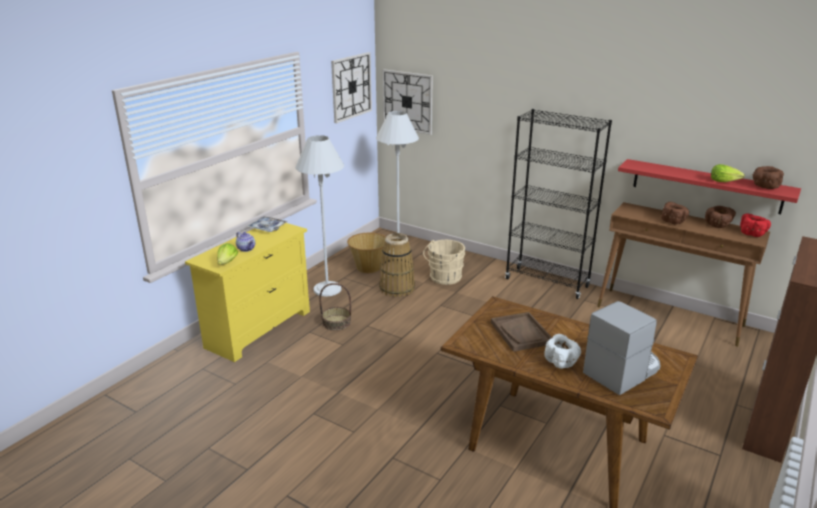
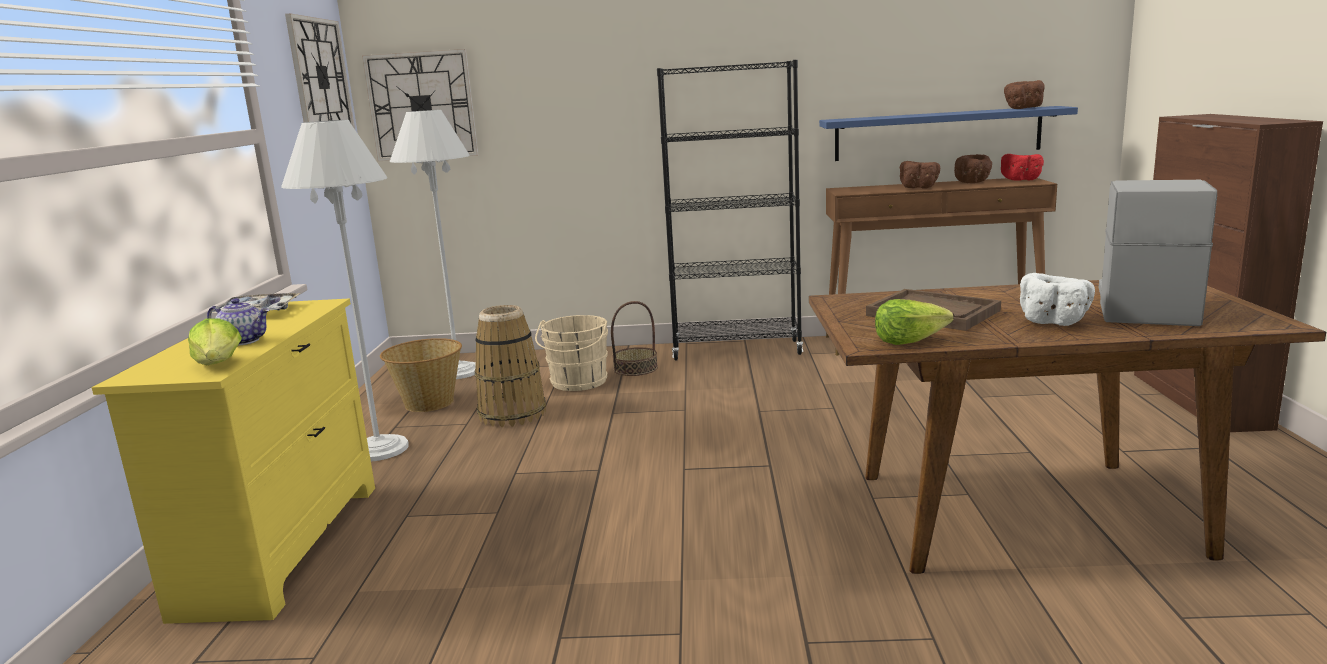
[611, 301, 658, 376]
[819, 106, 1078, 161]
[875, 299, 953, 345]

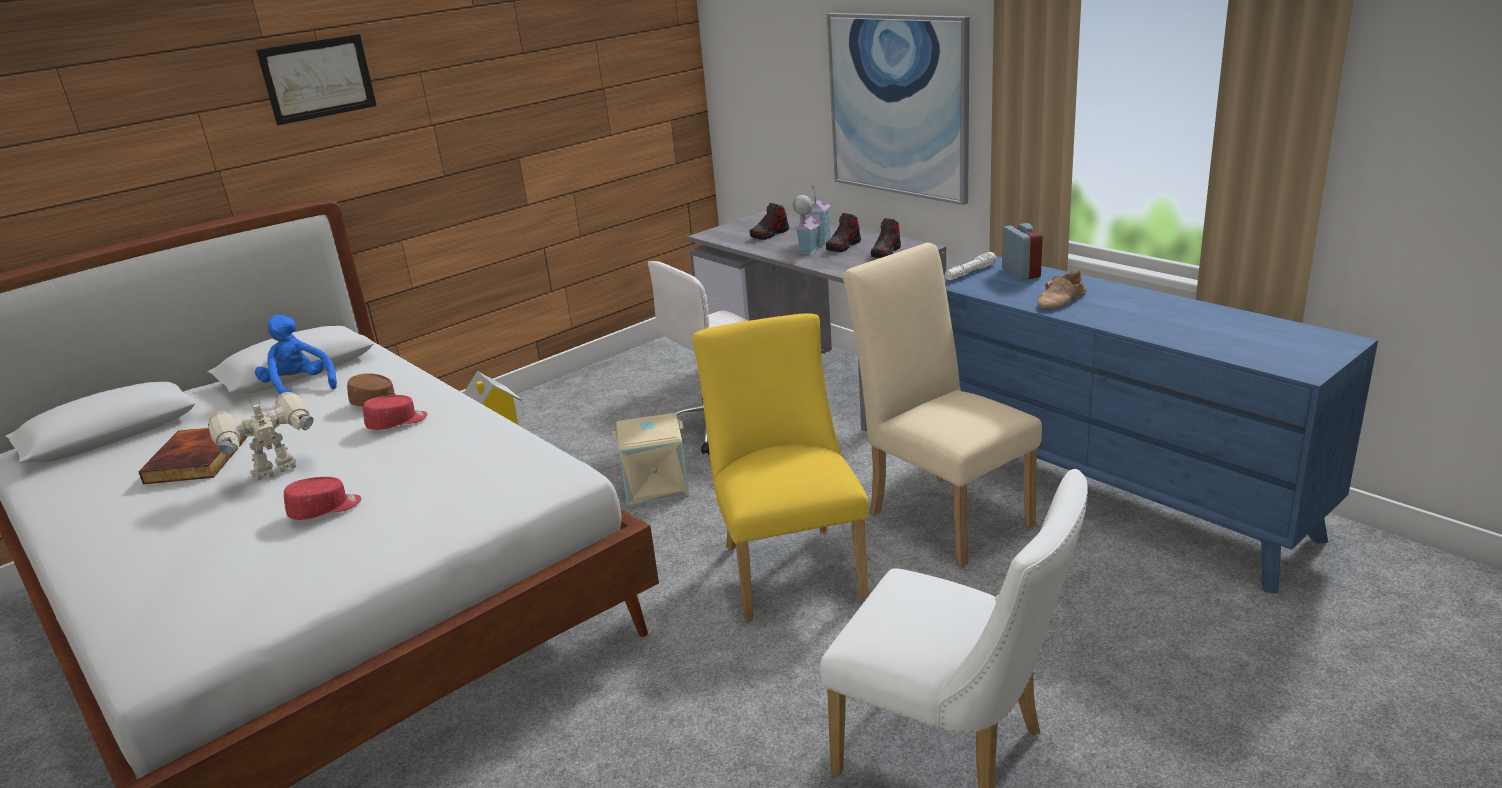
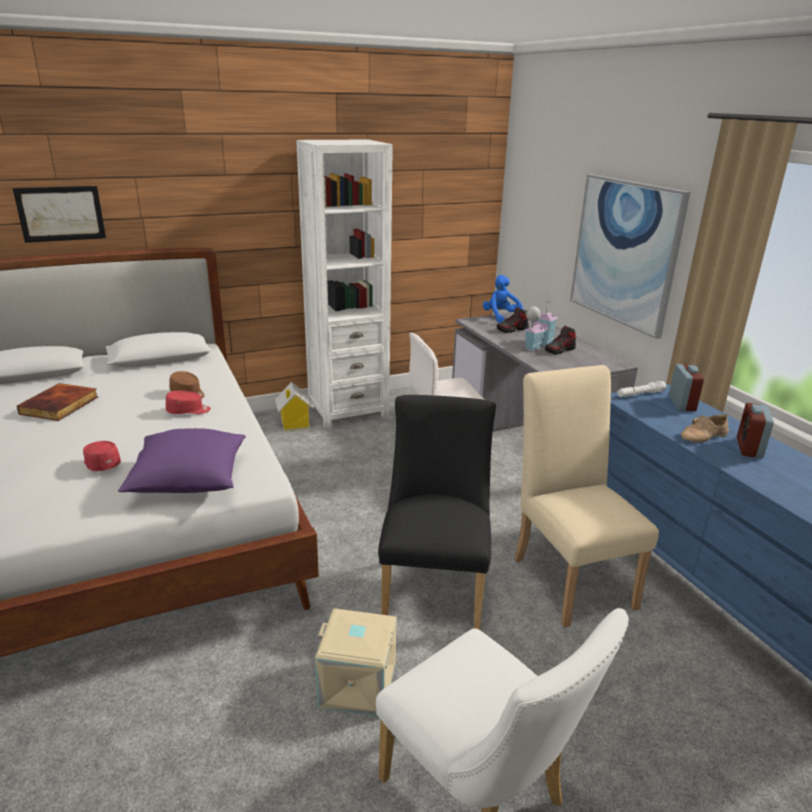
[208, 392, 313, 480] (first image)
[483, 275, 524, 323]
[13, 186, 106, 243]
[83, 441, 121, 471]
[315, 608, 397, 717]
[378, 395, 496, 630]
[871, 218, 901, 258] (first image)
[118, 428, 246, 493]
[296, 140, 393, 428]
[737, 403, 774, 458]

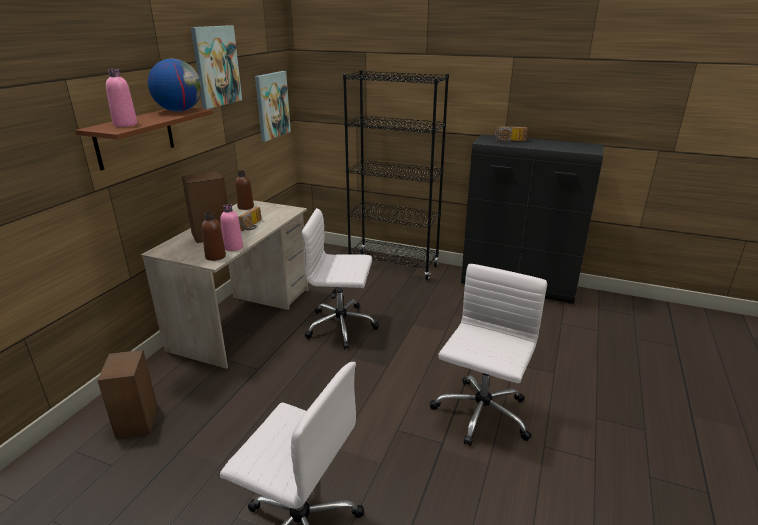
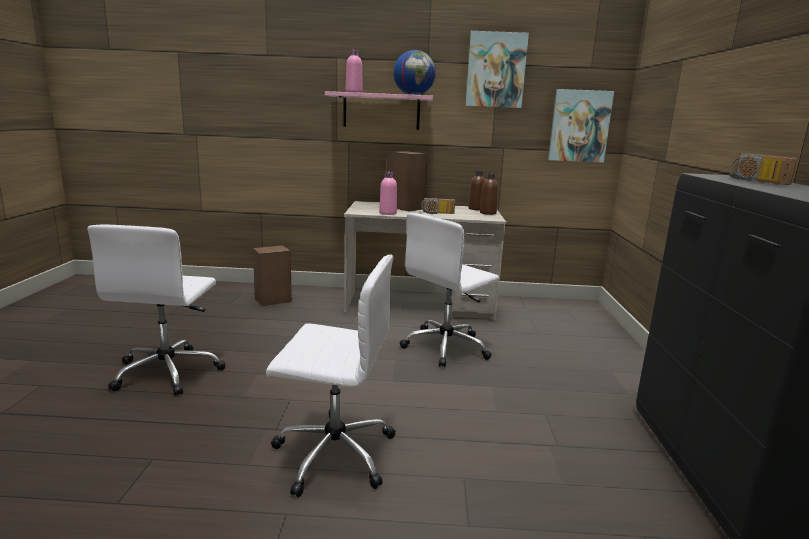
[325, 91, 433, 130]
[480, 174, 498, 215]
[399, 213, 499, 367]
[343, 70, 449, 280] (first image)

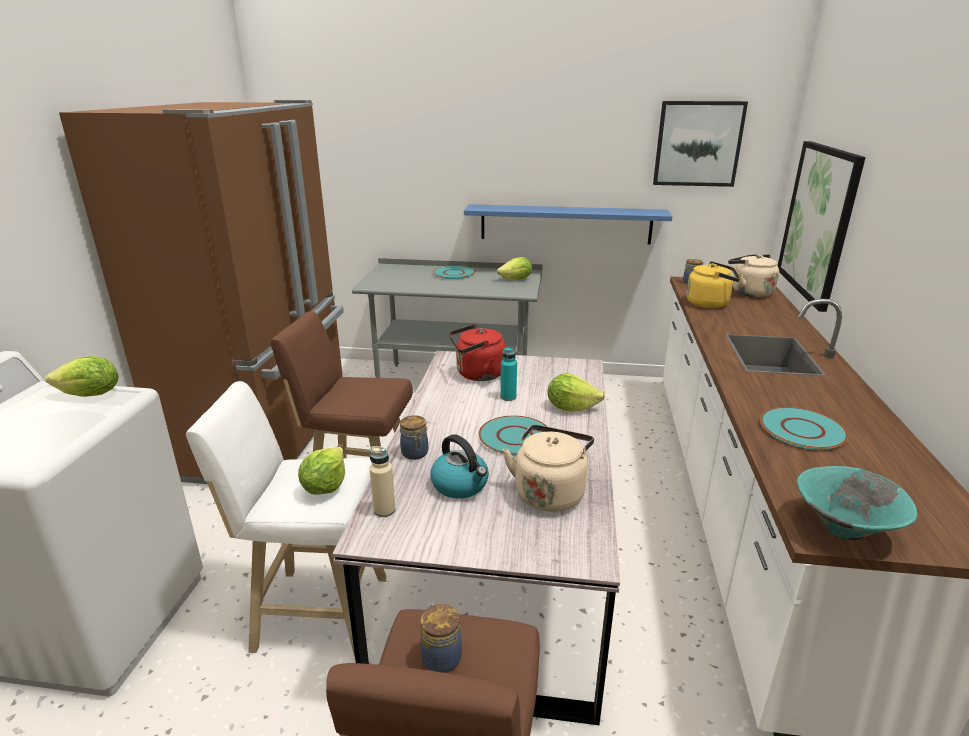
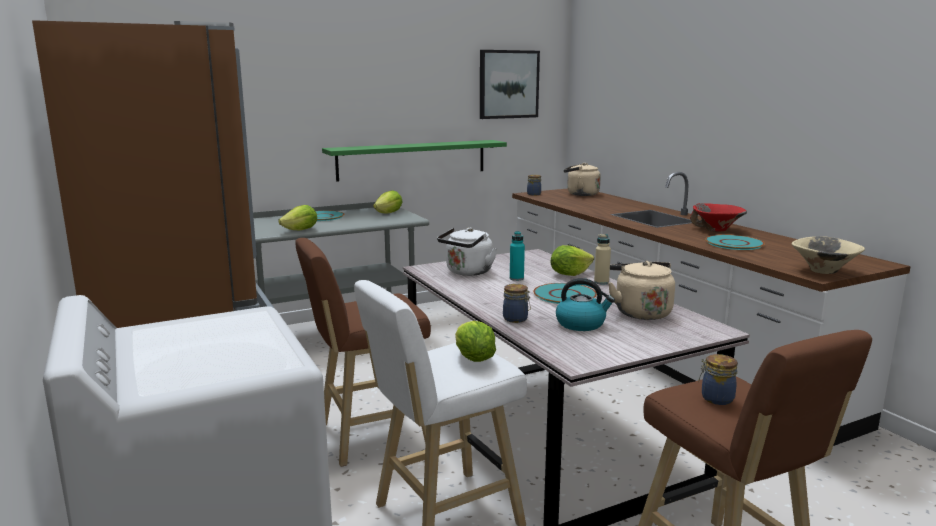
[278, 205, 317, 230]
[594, 234, 611, 285]
[437, 227, 497, 276]
[322, 140, 507, 182]
[686, 261, 740, 308] (first image)
[778, 141, 866, 312] (first image)
[792, 236, 865, 274]
[690, 203, 747, 232]

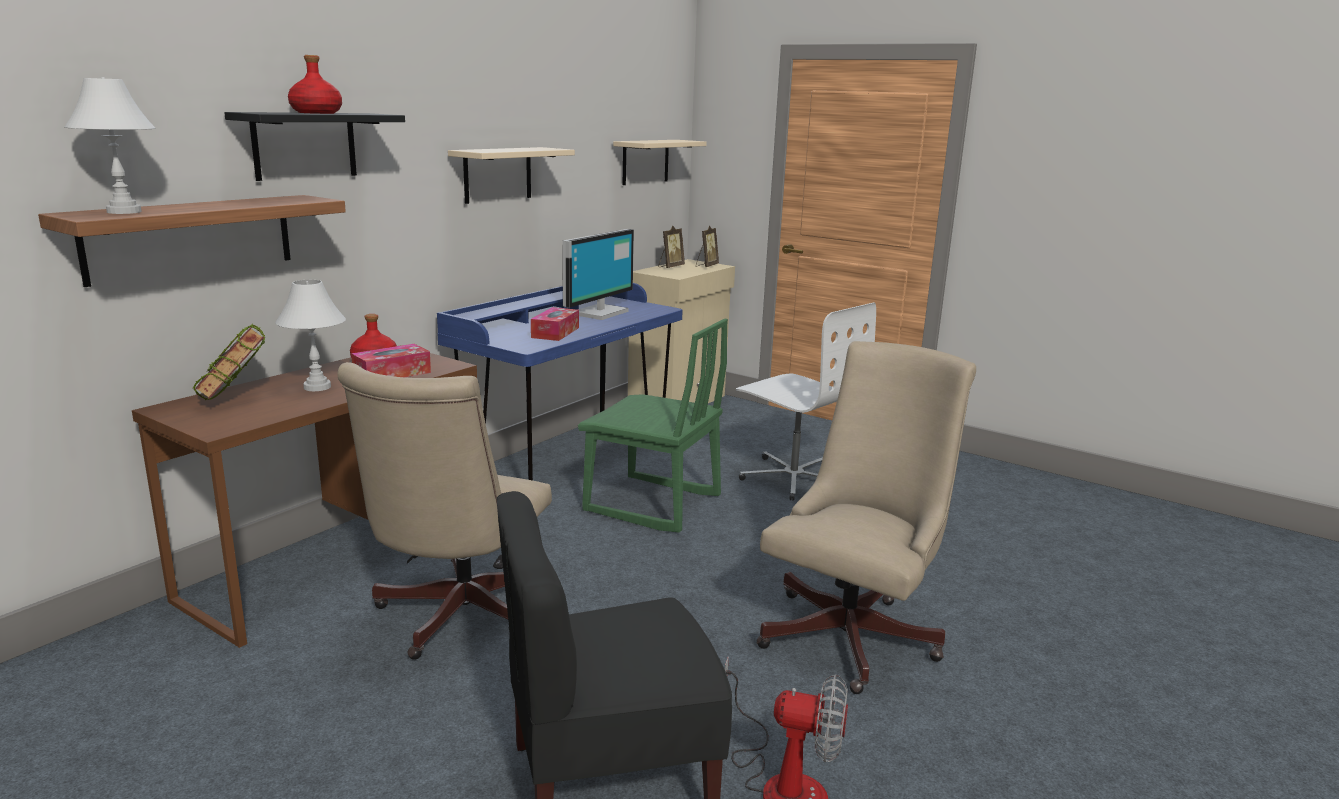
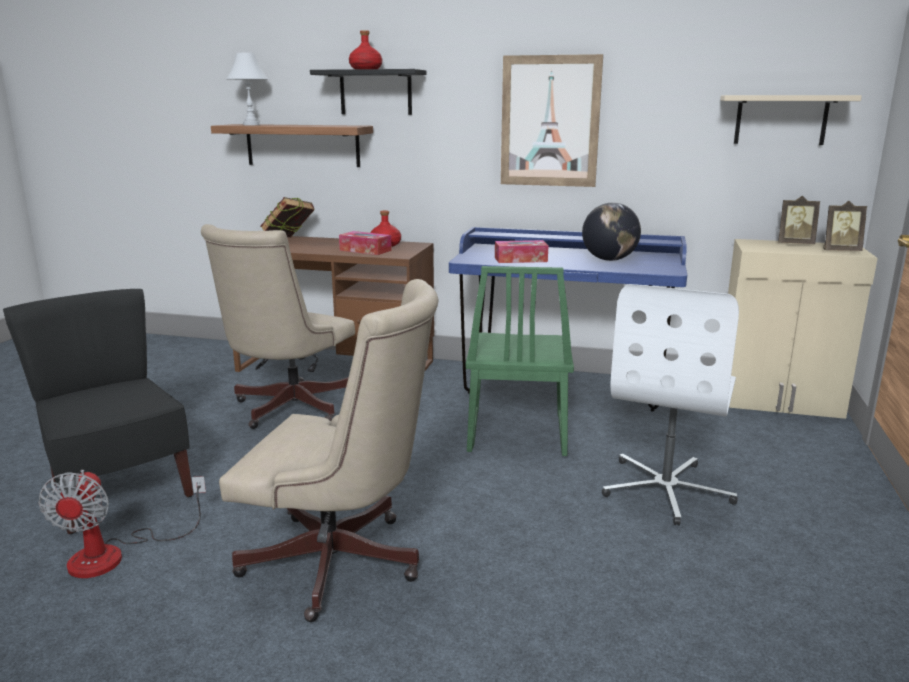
[275, 280, 346, 391] (first image)
[201, 224, 355, 429]
[501, 54, 603, 187]
[582, 203, 641, 261]

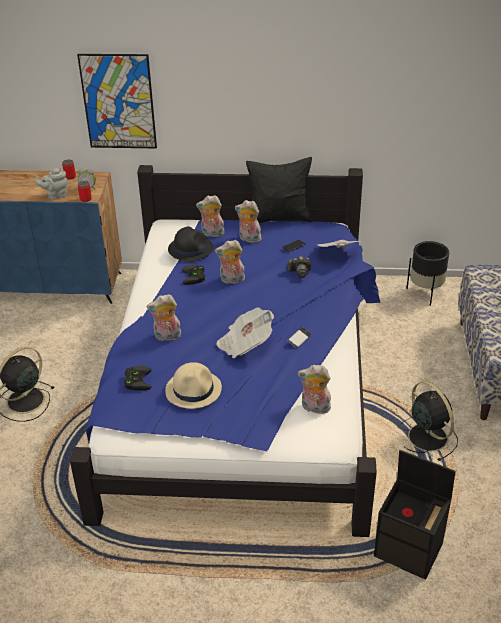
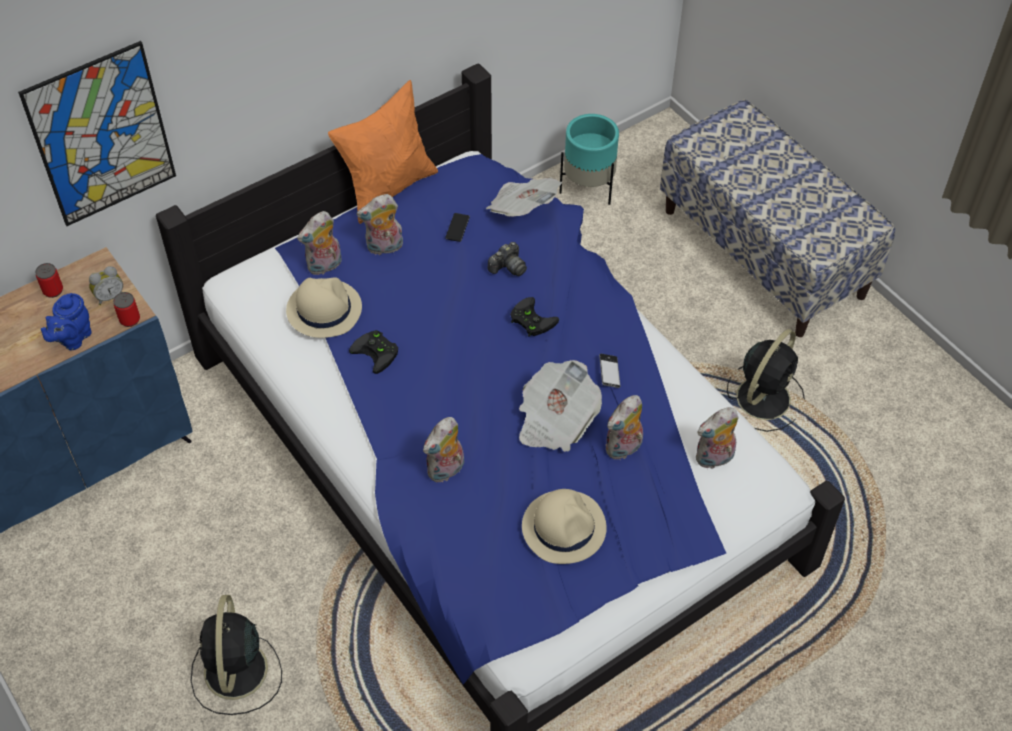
[41, 293, 92, 350]
[510, 297, 559, 337]
[286, 277, 362, 338]
[605, 395, 643, 460]
[328, 80, 438, 224]
[374, 450, 456, 580] (first image)
[727, 329, 805, 432]
[559, 114, 619, 205]

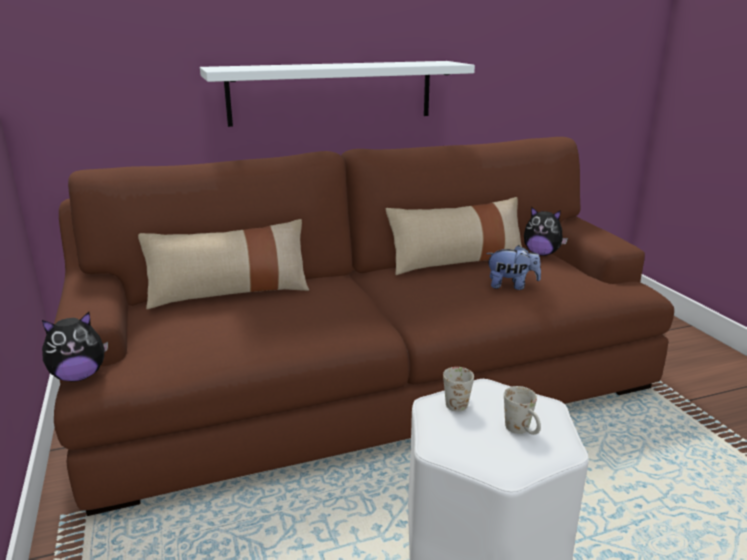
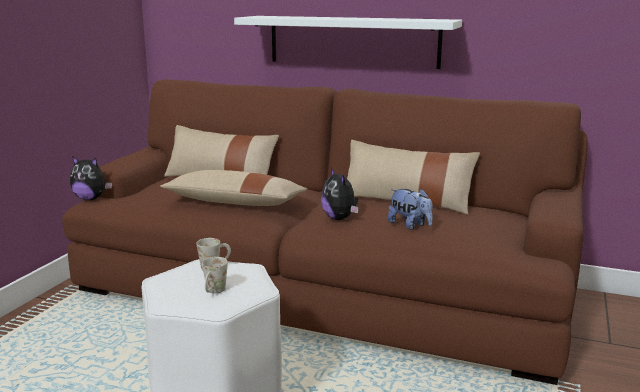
[321, 168, 359, 220]
[160, 170, 307, 206]

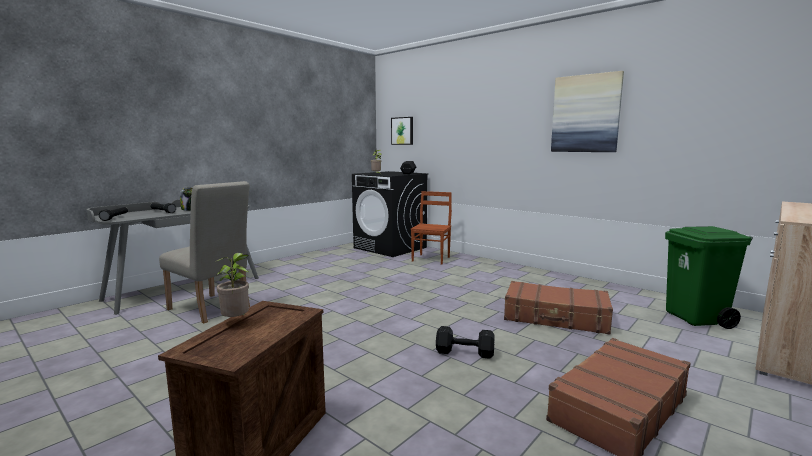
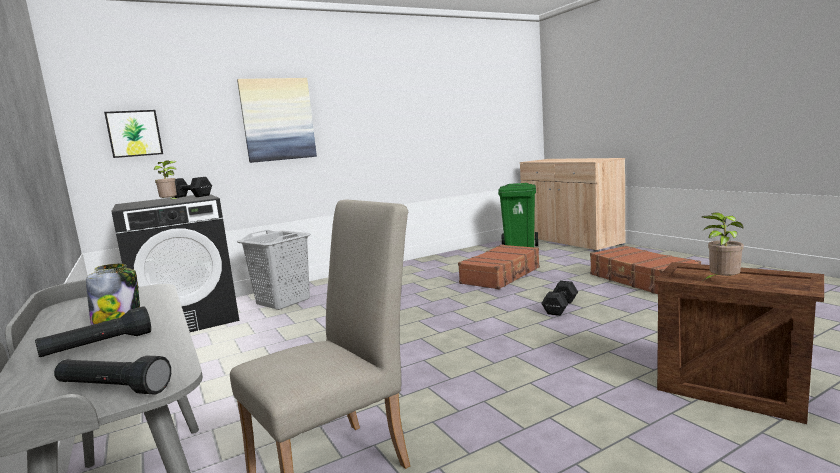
[237, 230, 311, 310]
[237, 78, 317, 163]

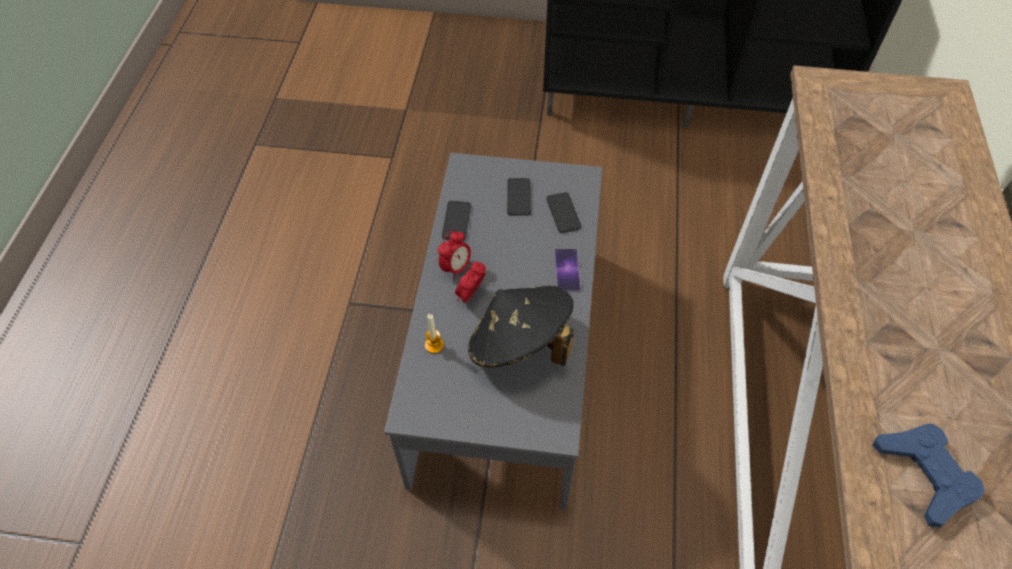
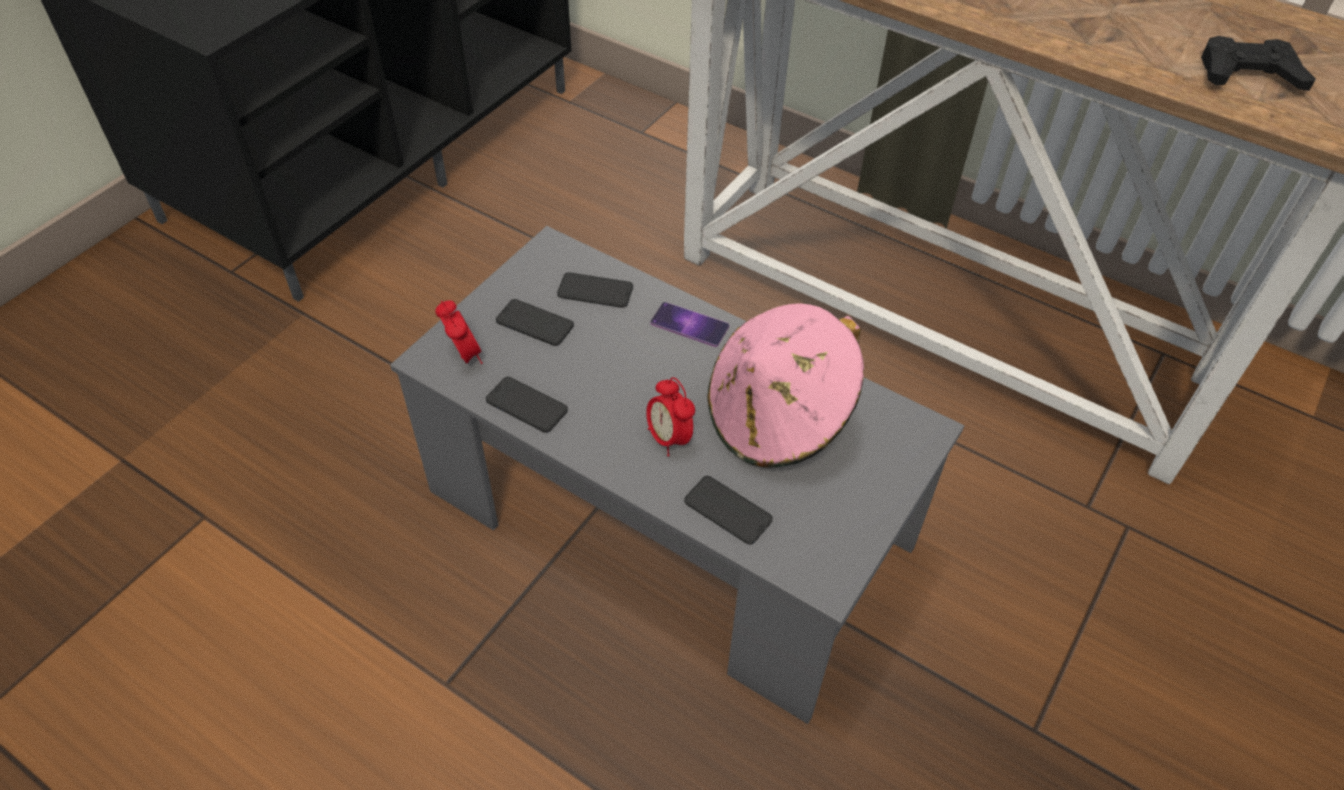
[684, 476, 773, 545]
[435, 300, 483, 364]
[707, 303, 864, 468]
[1201, 36, 1316, 91]

